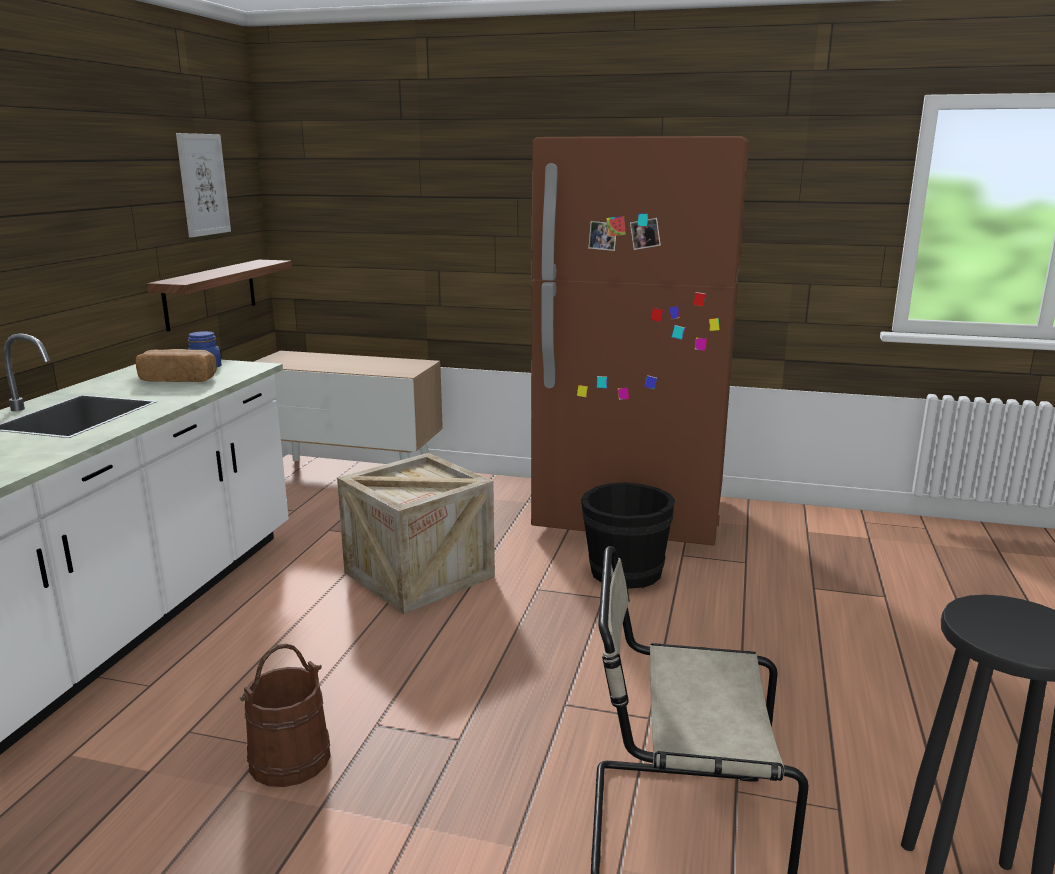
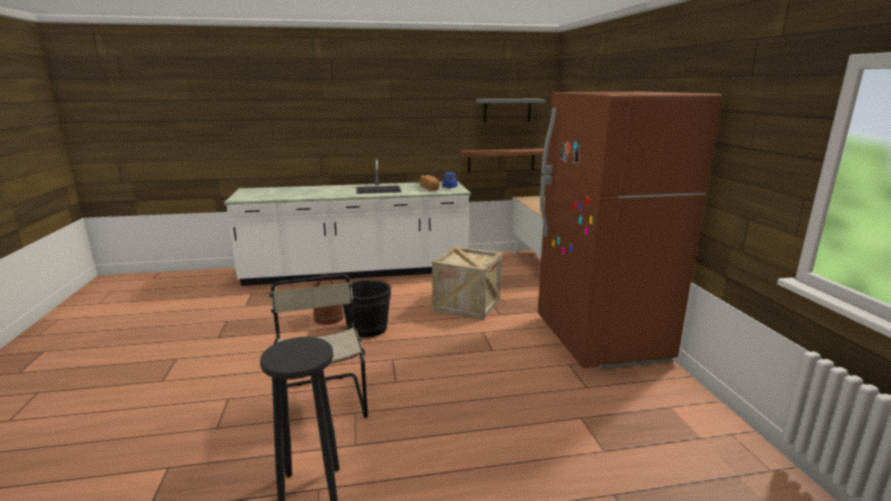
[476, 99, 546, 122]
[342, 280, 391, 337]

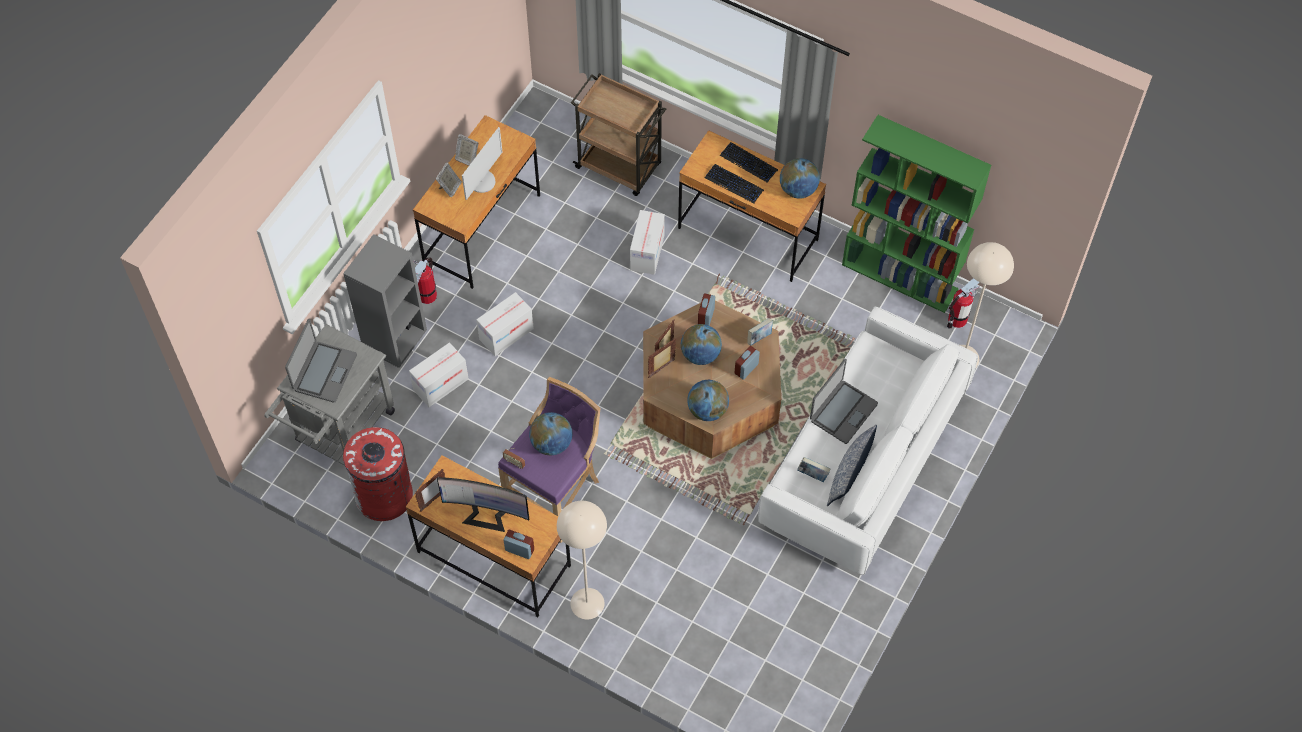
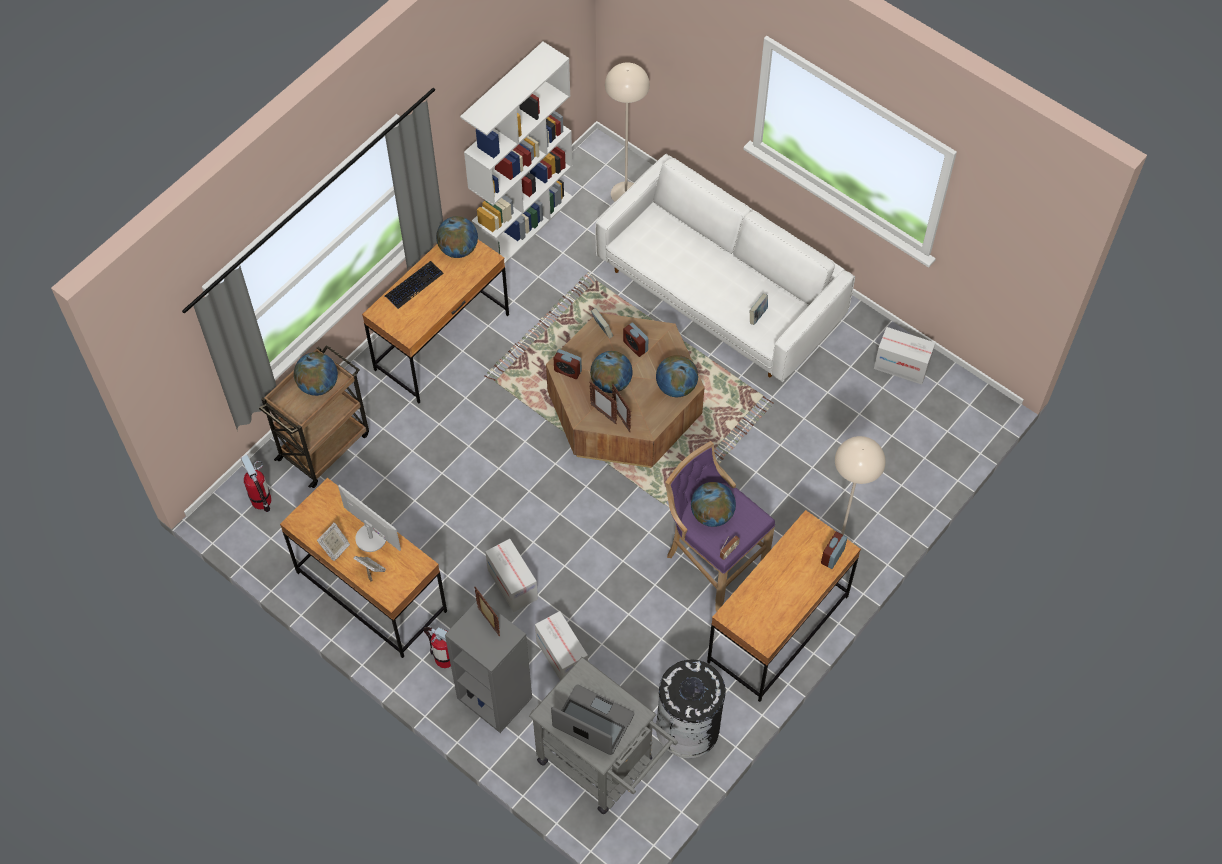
[656, 660, 726, 758]
[474, 587, 500, 636]
[437, 477, 529, 532] (first image)
[874, 327, 935, 385]
[705, 164, 764, 203] (first image)
[810, 359, 878, 444] (first image)
[827, 425, 877, 506] (first image)
[460, 42, 573, 264]
[241, 455, 271, 512]
[294, 352, 338, 396]

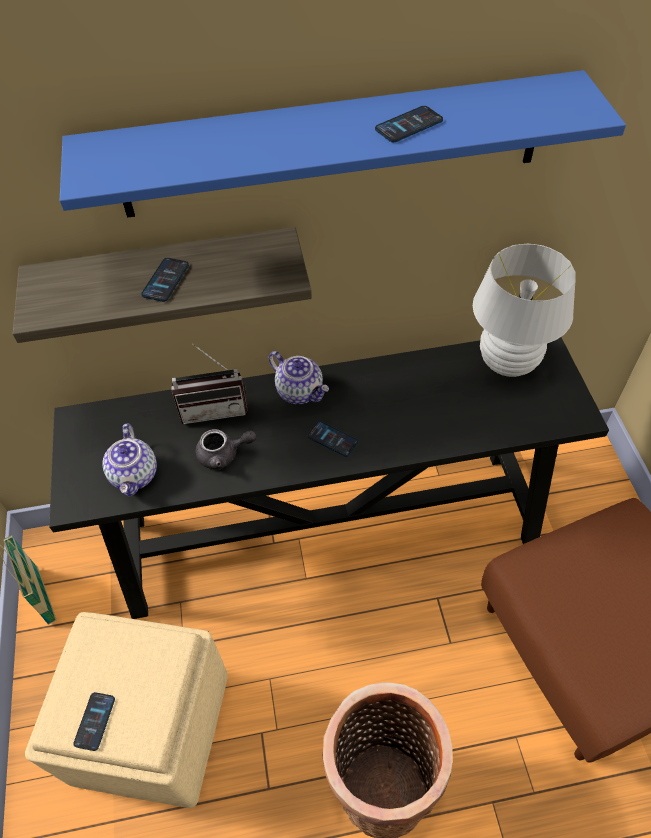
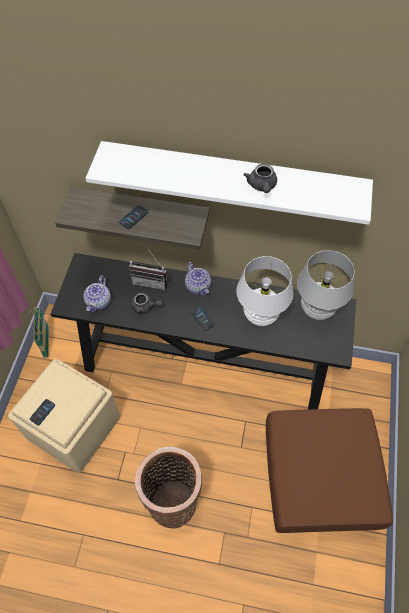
[86, 141, 373, 225]
[244, 164, 277, 193]
[236, 256, 293, 326]

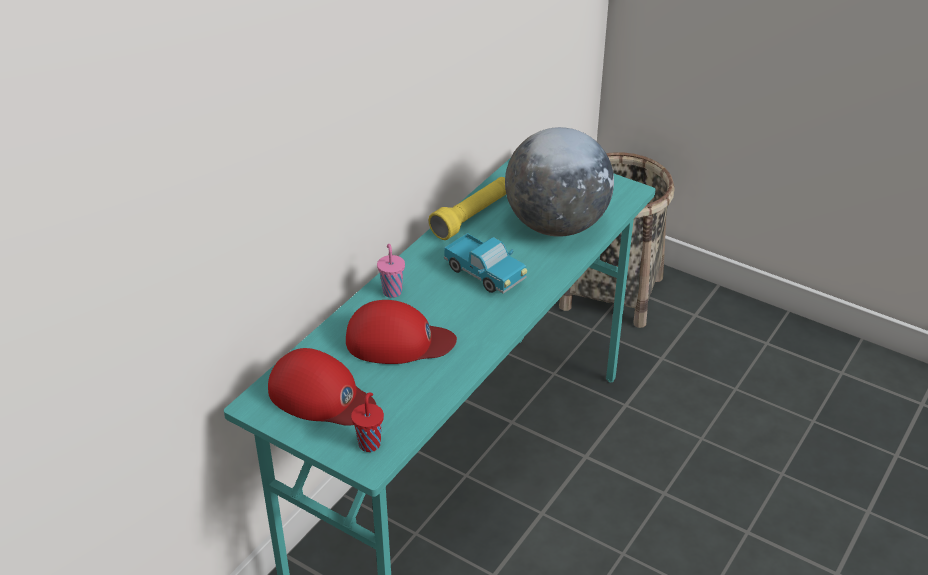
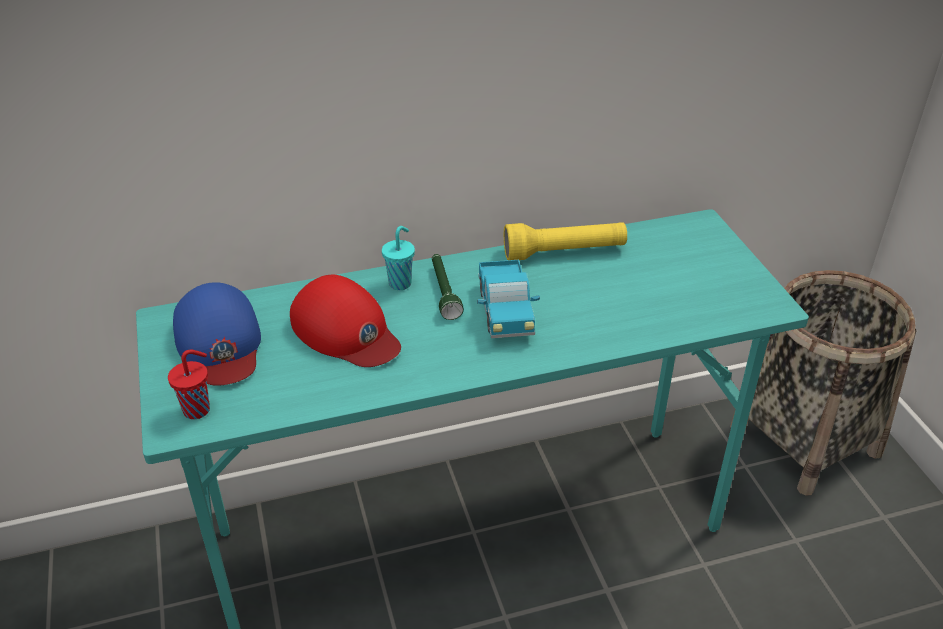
[173, 282, 261, 386]
[382, 226, 415, 290]
[505, 127, 614, 237] (first image)
[432, 254, 463, 320]

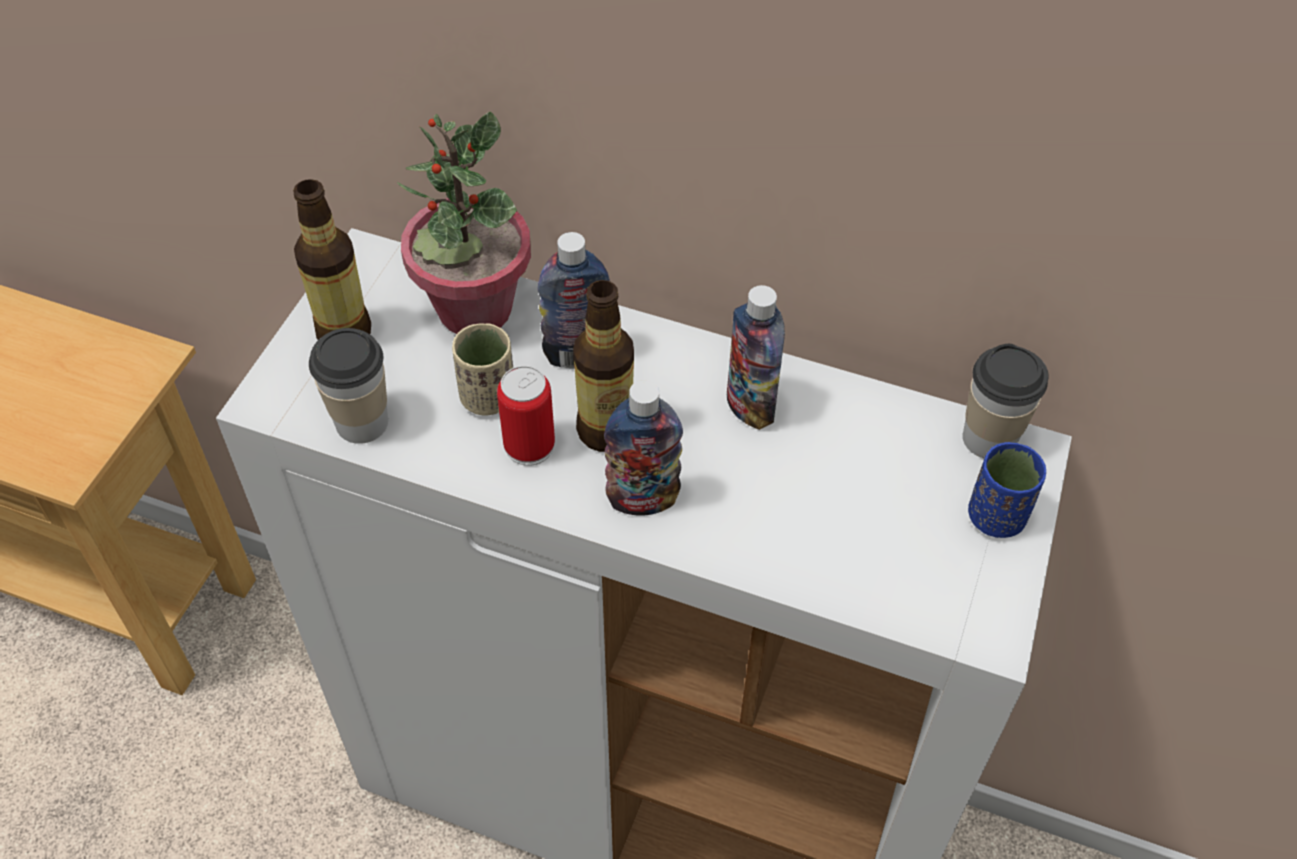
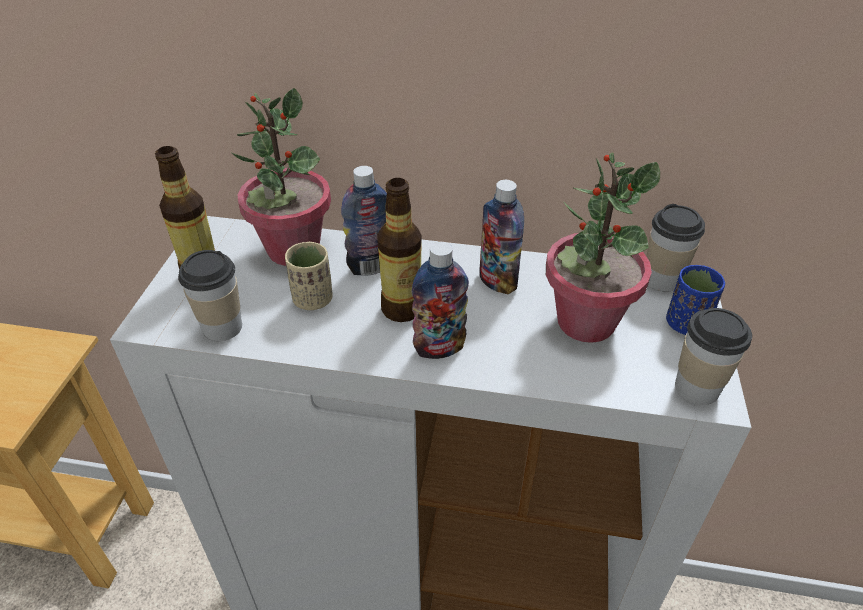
[497, 366, 555, 466] (first image)
[546, 152, 660, 343]
[675, 308, 752, 405]

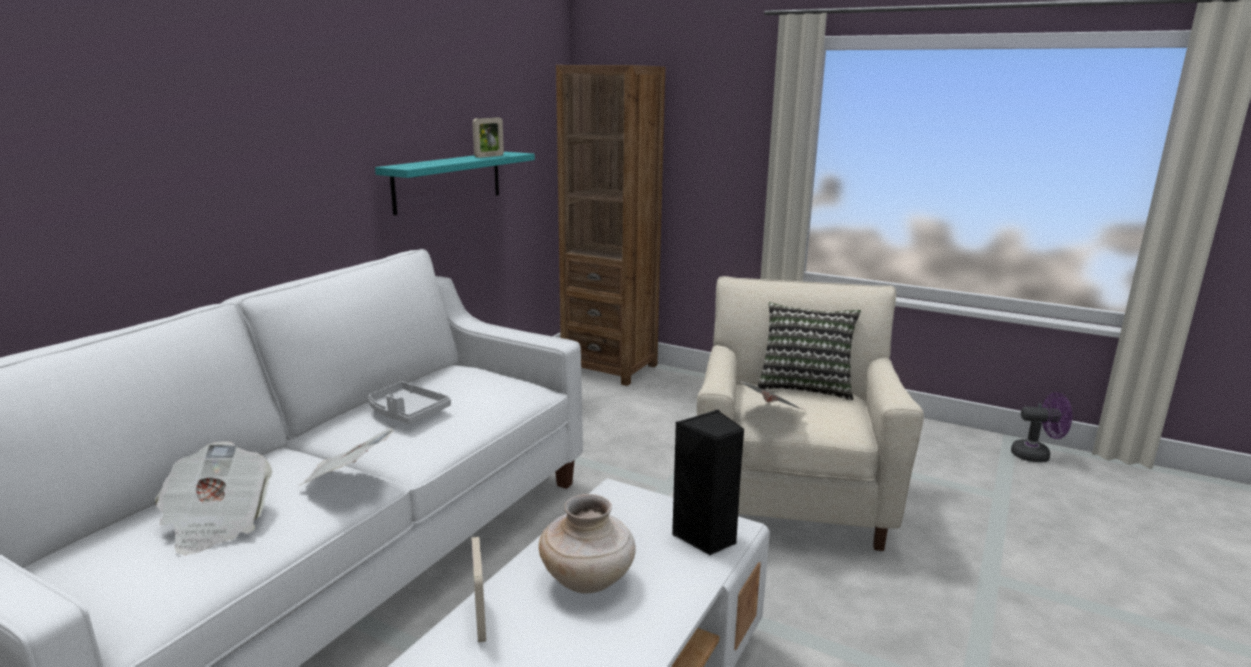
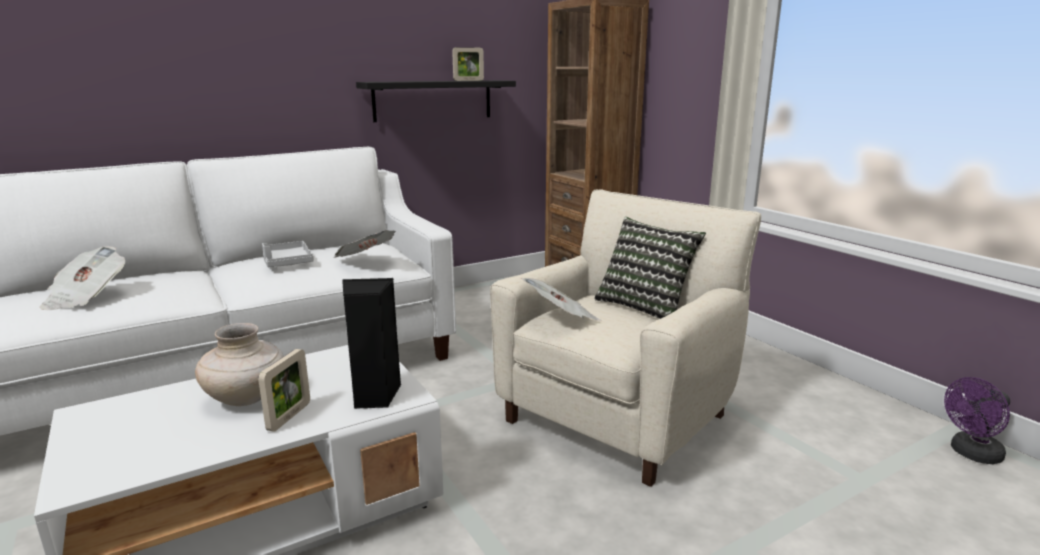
[333, 230, 396, 258]
[356, 80, 516, 122]
[258, 349, 310, 432]
[944, 377, 1010, 464]

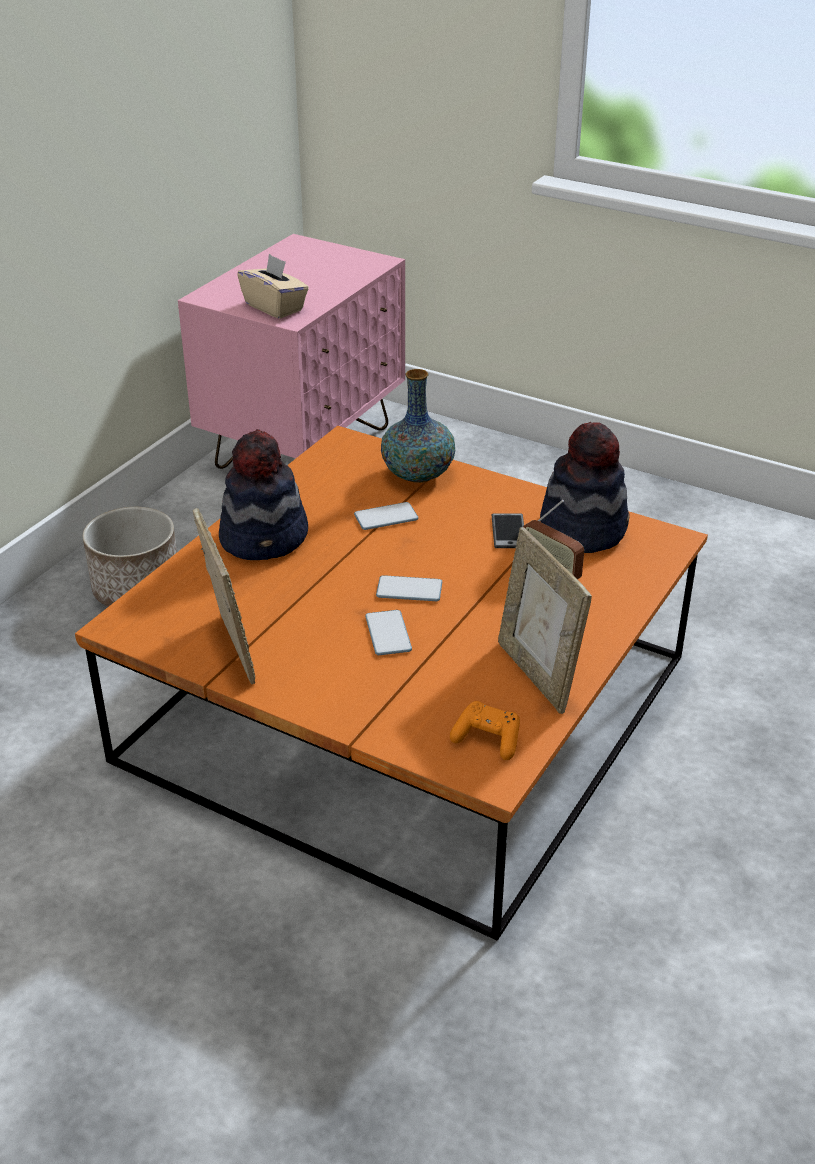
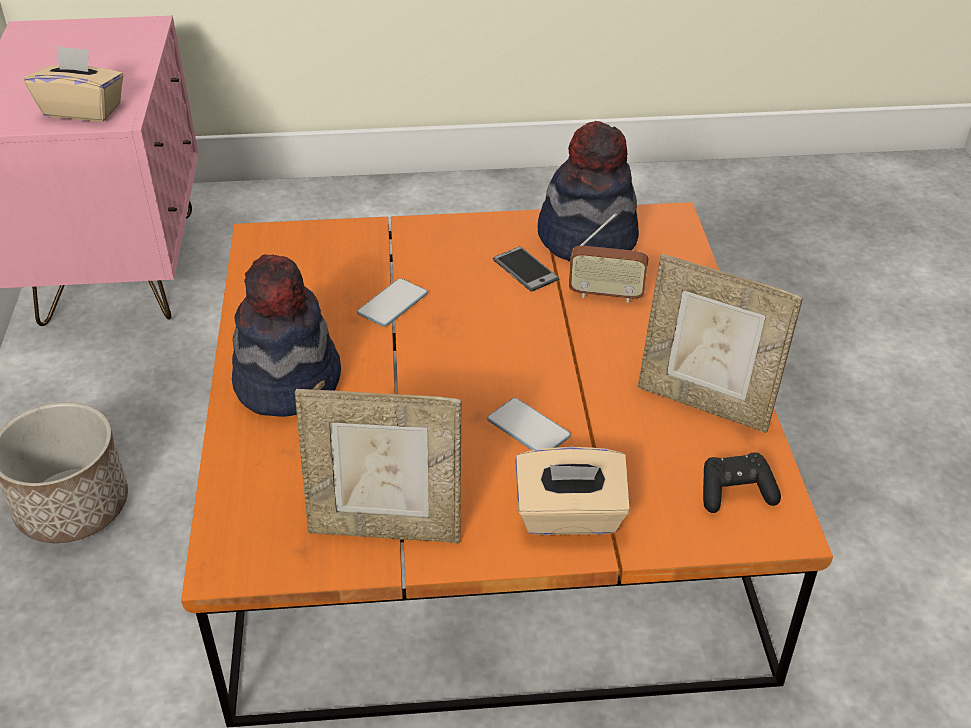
[295, 389, 461, 544]
[376, 575, 442, 601] (first image)
[381, 369, 455, 483] (first image)
[703, 452, 781, 513]
[515, 447, 630, 535]

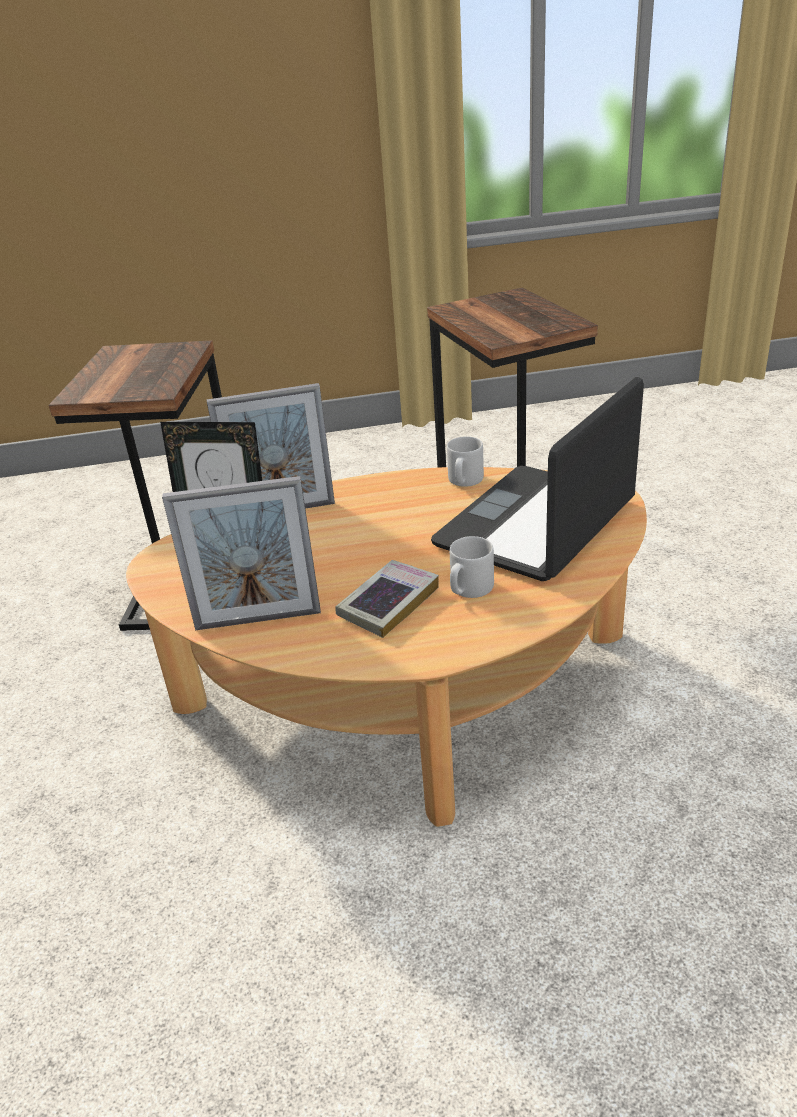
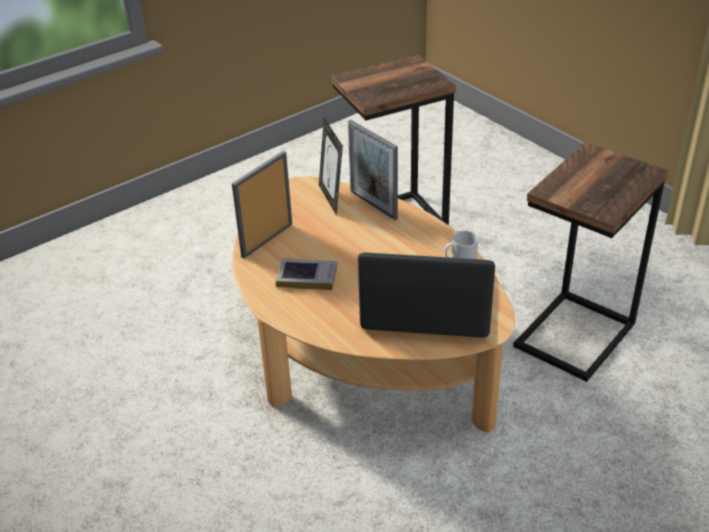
[232, 151, 292, 258]
[450, 536, 494, 598] (first image)

